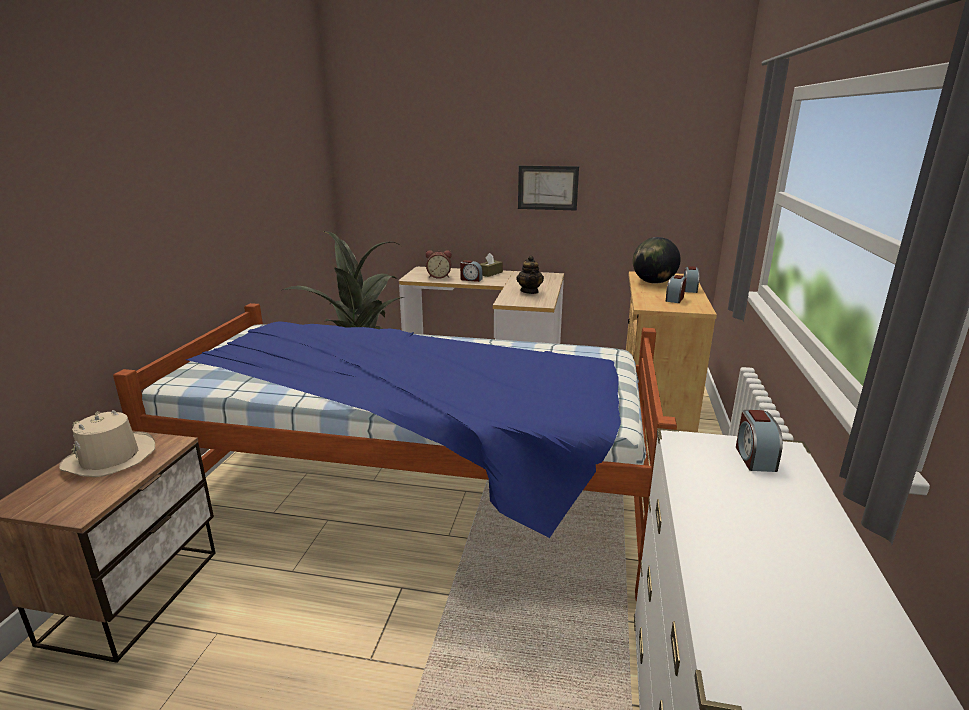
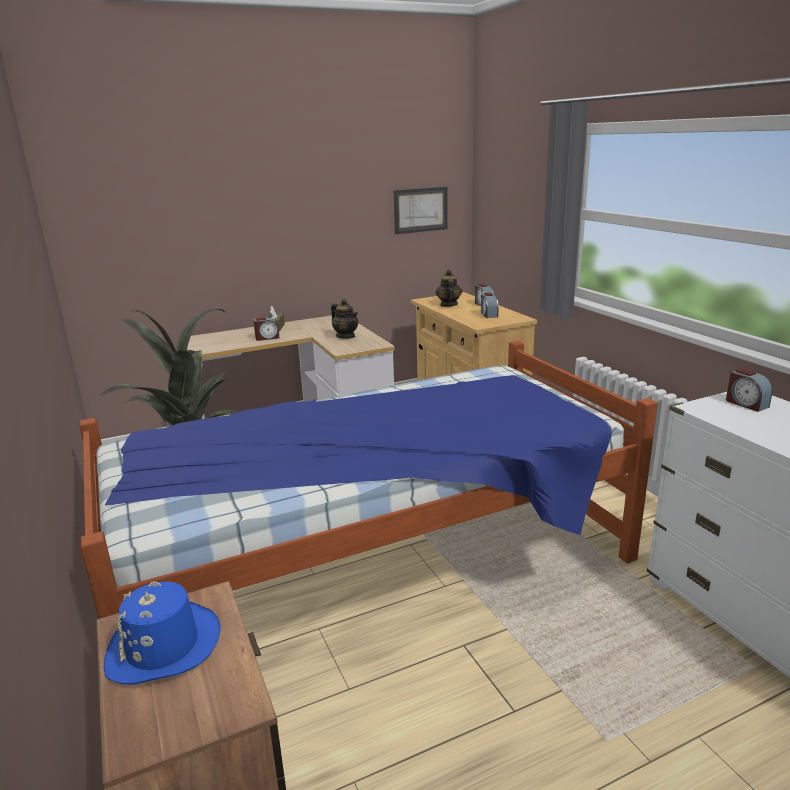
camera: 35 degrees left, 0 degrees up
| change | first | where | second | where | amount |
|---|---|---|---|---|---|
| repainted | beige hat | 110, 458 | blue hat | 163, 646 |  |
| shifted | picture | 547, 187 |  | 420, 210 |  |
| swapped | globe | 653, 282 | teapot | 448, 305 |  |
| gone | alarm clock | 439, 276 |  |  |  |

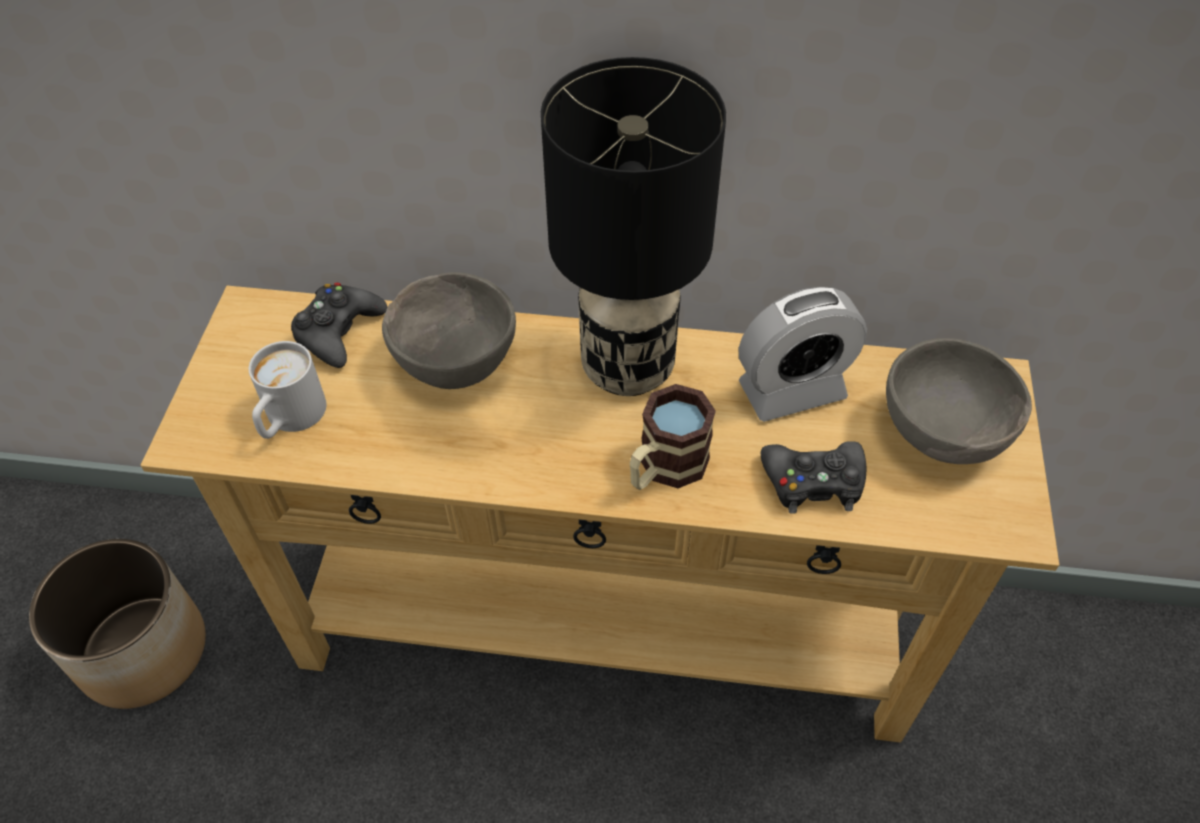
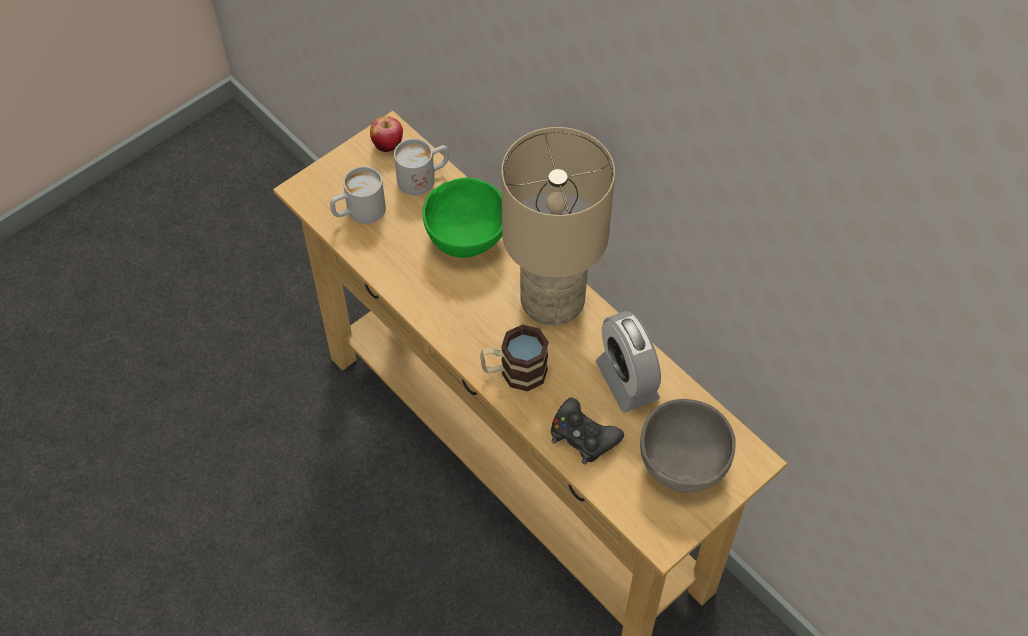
camera: 40 degrees right, 5 degrees up
| change | first | where | second | where | amount |
|---|---|---|---|---|---|
| new |  |  | apple | 388, 145 |  |
| swapped | black game controller | 339, 332 | white mug | 424, 178 |  |
| repainted | grey bowl | 456, 361 | green bowl | 467, 237 |  |
| repainted | black table lamp | 630, 367 | beige table lamp | 553, 304 |  |
| rotated | alarm clock | 792, 390 |  | 627, 380 | 45 degrees clockwise |
| gone | planter | 143, 650 |  |  |  |

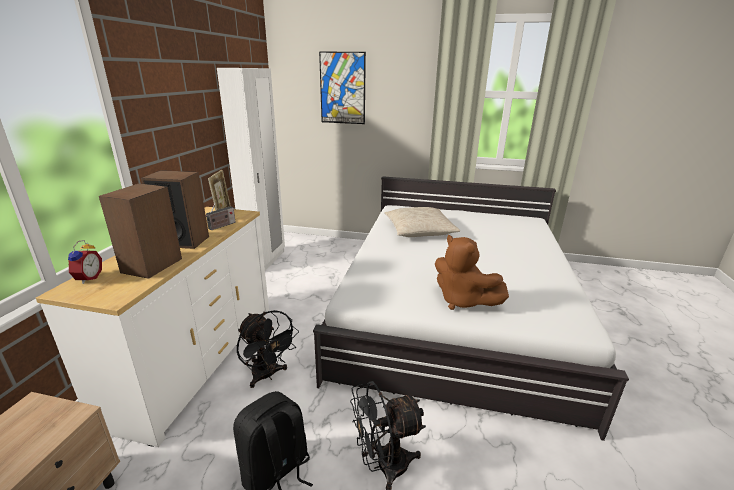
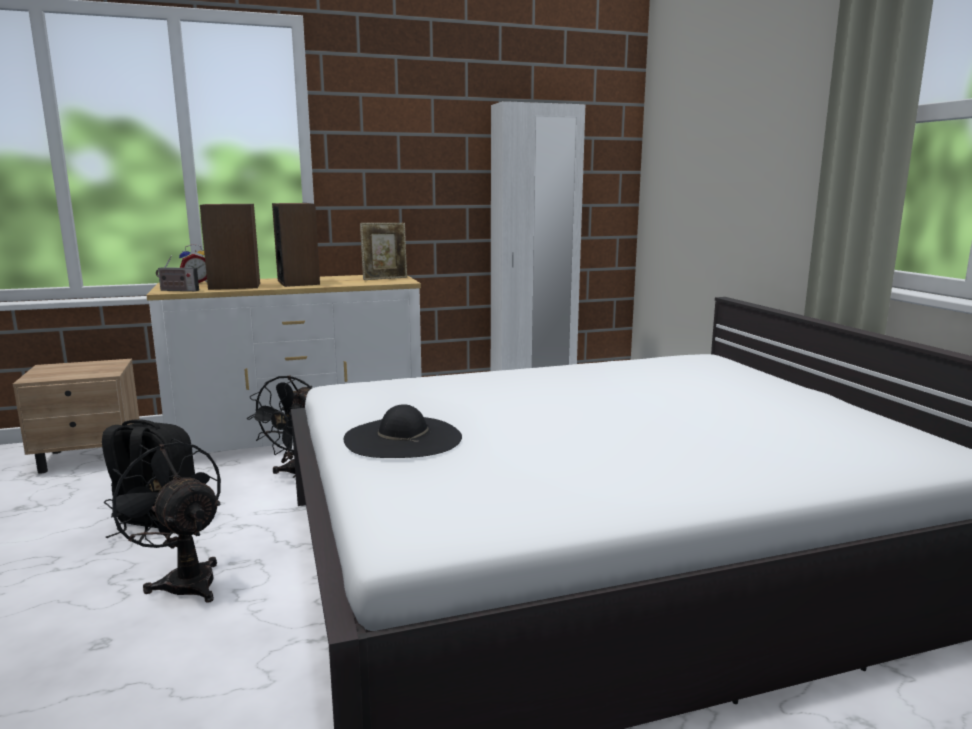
camera: 60 degrees right, 10 degrees down
| change | first | where | second | where | amount |
|---|---|---|---|---|---|
| shifted | radio | 221, 226 |  | 177, 290 |  |
| swapped | brown plush toy | 462, 301 | black hat | 403, 438 |  |
| gone | picture | 342, 88 |  |  |  |
| gone | beige pillow | 419, 230 |  |  |  |

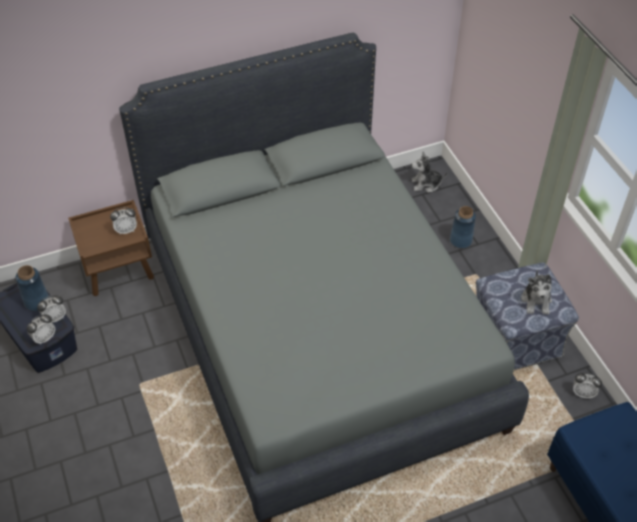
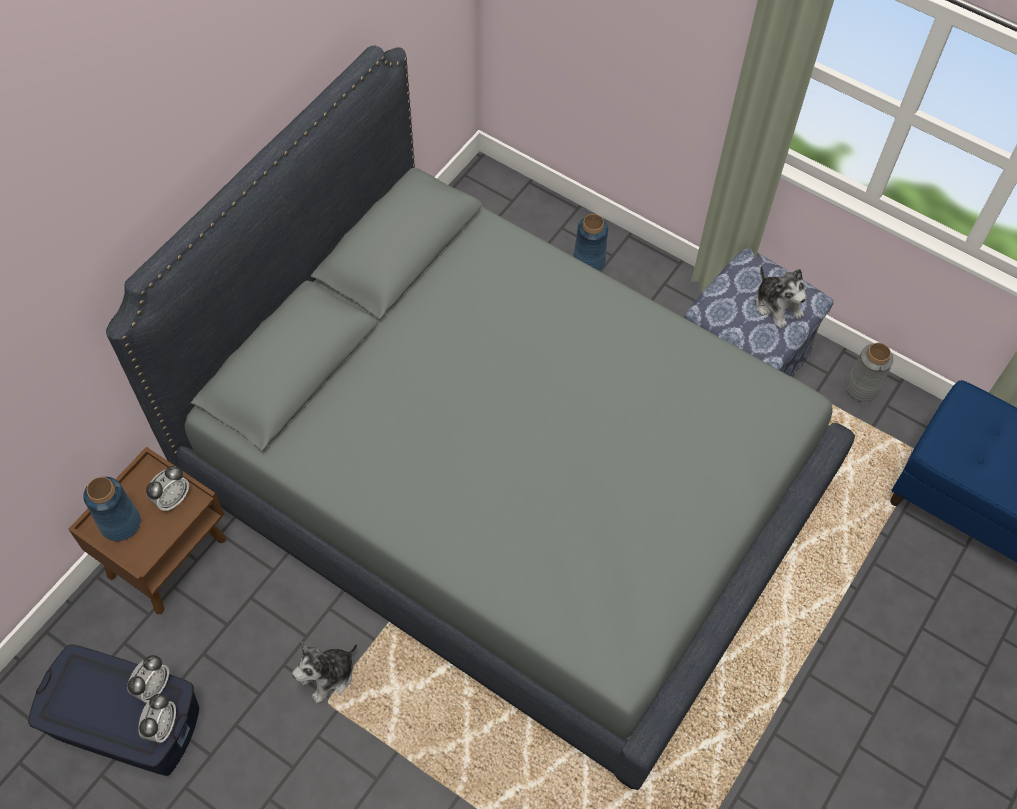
camera: 35 degrees left, 10 degrees up
| change | first | where | second | where | amount |
|---|---|---|---|---|---|
| shifted | blue vase | 36, 302 |  | 120, 523 |  |
| shifted | plush toy | 426, 184 |  | 328, 676 |  |
| swapped | alarm clock | 583, 393 | grey vase | 861, 387 |  |

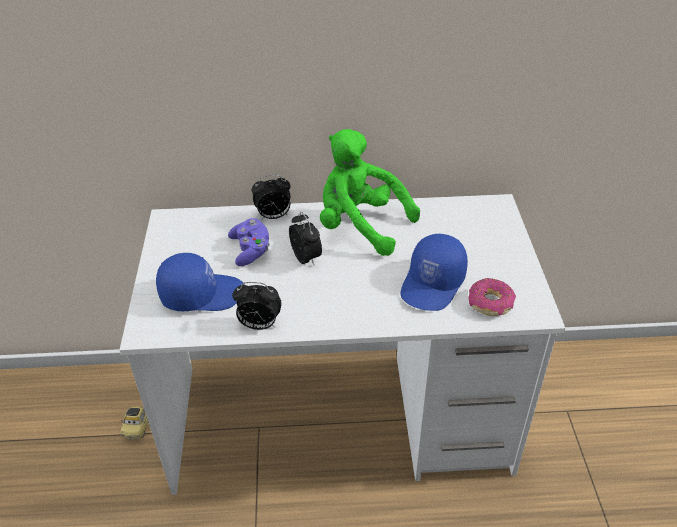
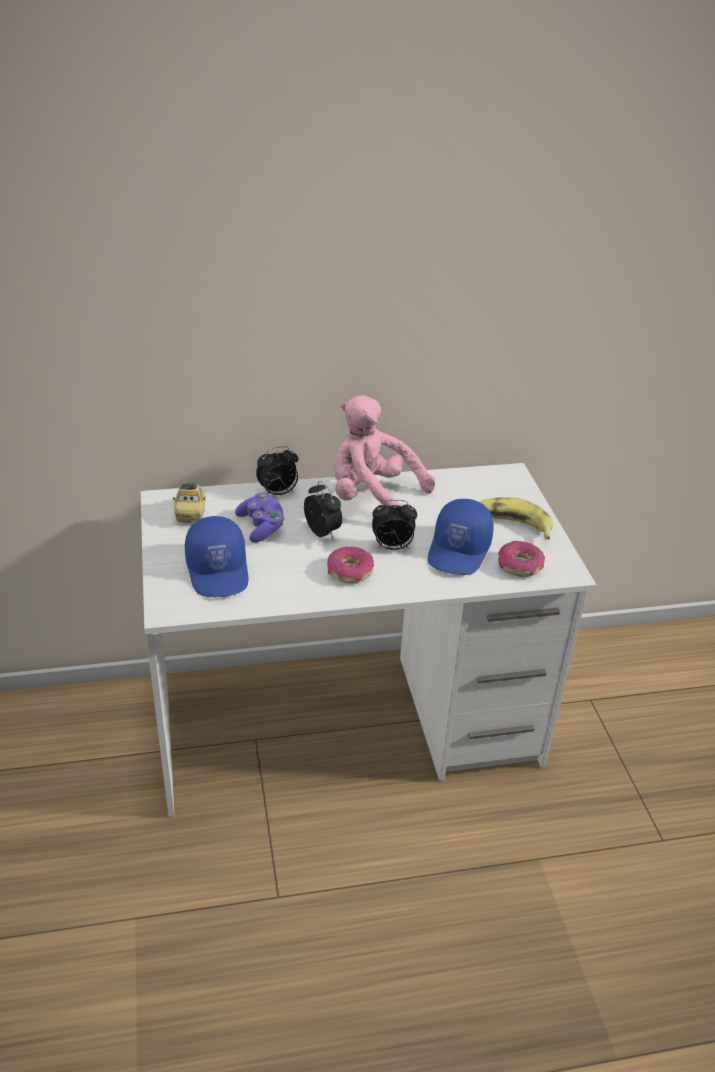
camera: 10 degrees left, 5 degrees down
| change | first | where | second | where | amount |
|---|---|---|---|---|---|
| shifted | toy car | 138, 427 |  | 190, 514 |  |
| rotated | blue cap | 201, 293 |  | 219, 570 | 90 degrees clockwise |
| new |  |  | donut | 349, 572 |  |
| repainted | green plush toy | 360, 226 | pink plush toy | 373, 499 |  |
| shifted | alarm clock | 259, 325 |  | 392, 547 |  |
| new |  |  | banana | 510, 525 |  |

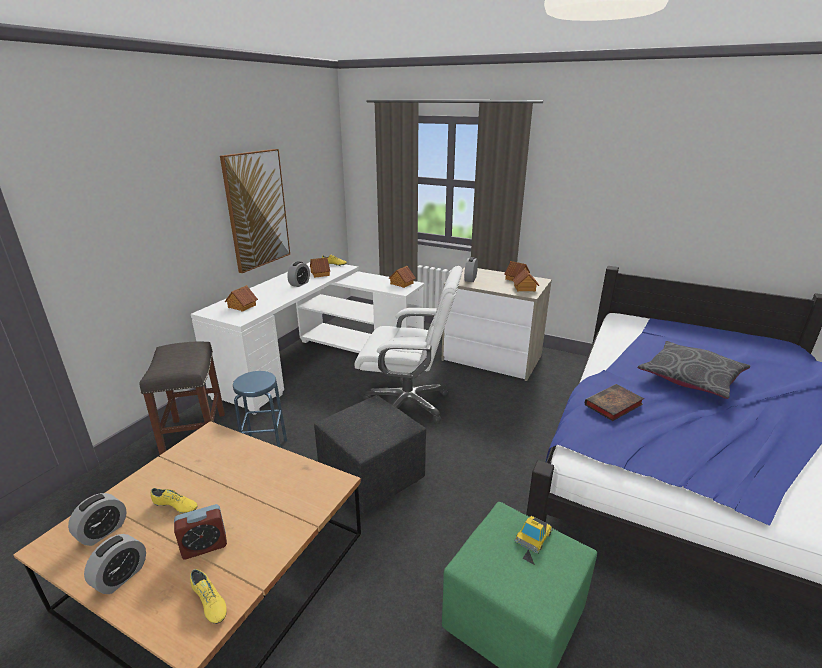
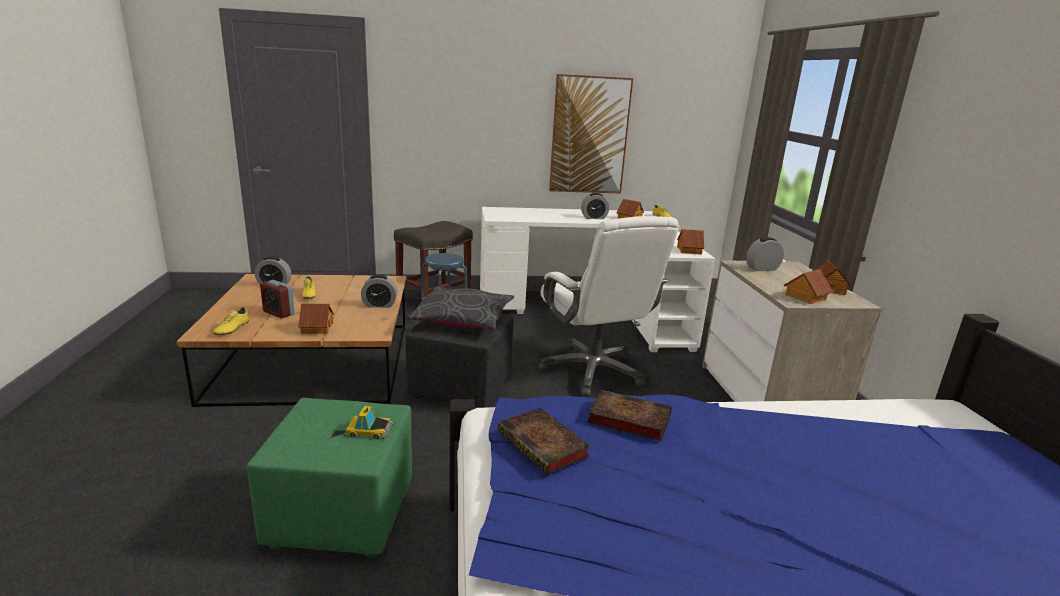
camera: 55 degrees right, 5 degrees down
| change | first | where | second | where | amount |
|---|---|---|---|---|---|
| shifted | toy house | 241, 306 |  | 316, 328 |  |
| shifted | alarm clock | 121, 577 |  | 379, 305 |  |
| shifted | grey pillow | 690, 377 |  | 462, 319 |  |
| new |  |  | book | 544, 445 |  |

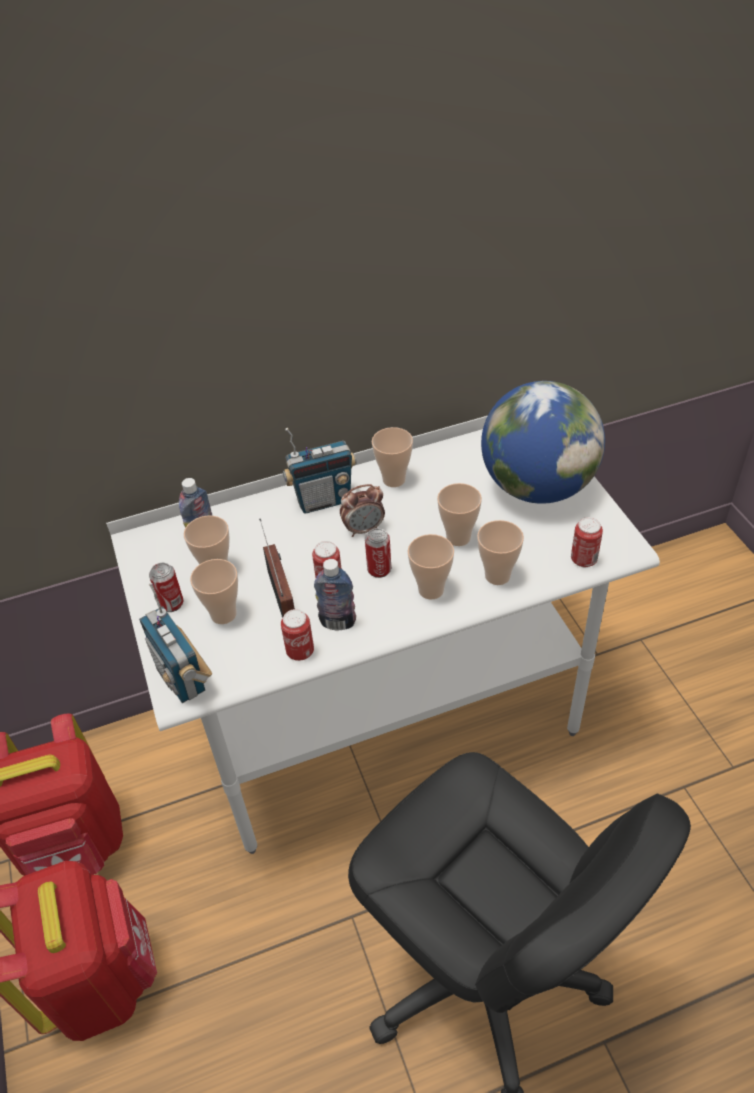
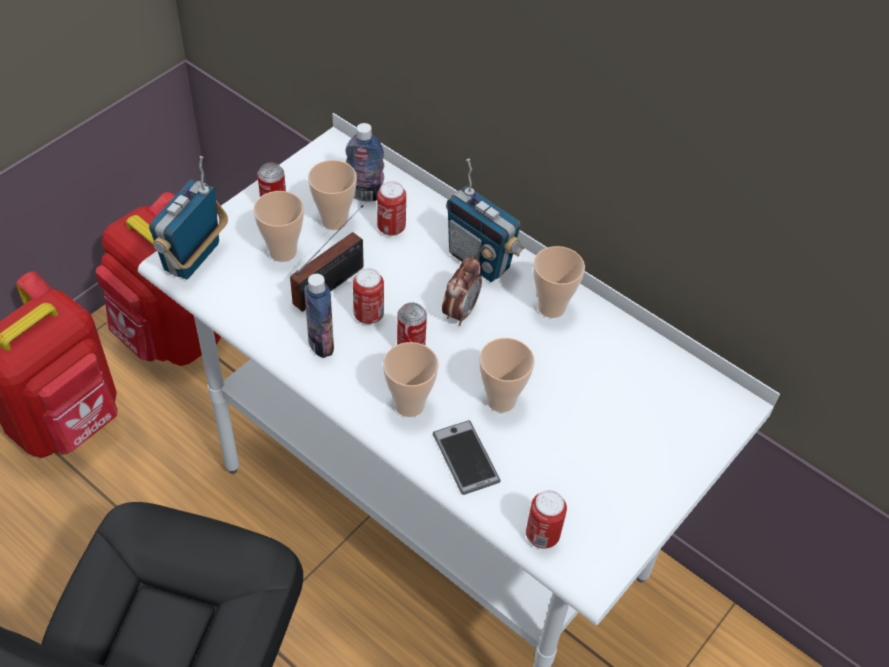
camera: 55 degrees right, 5 degrees up
| change | first | where | second | where | amount |
|---|---|---|---|---|---|
| shifted | can | 300, 651 |  | 391, 228 |  |
| swapped | cup | 497, 575 | phone | 466, 458 |  |
| rotated | alarm clock | 364, 529 |  | 460, 312 | 105 degrees counterclockwise |
| gone | globe | 537, 487 |  |  |  |

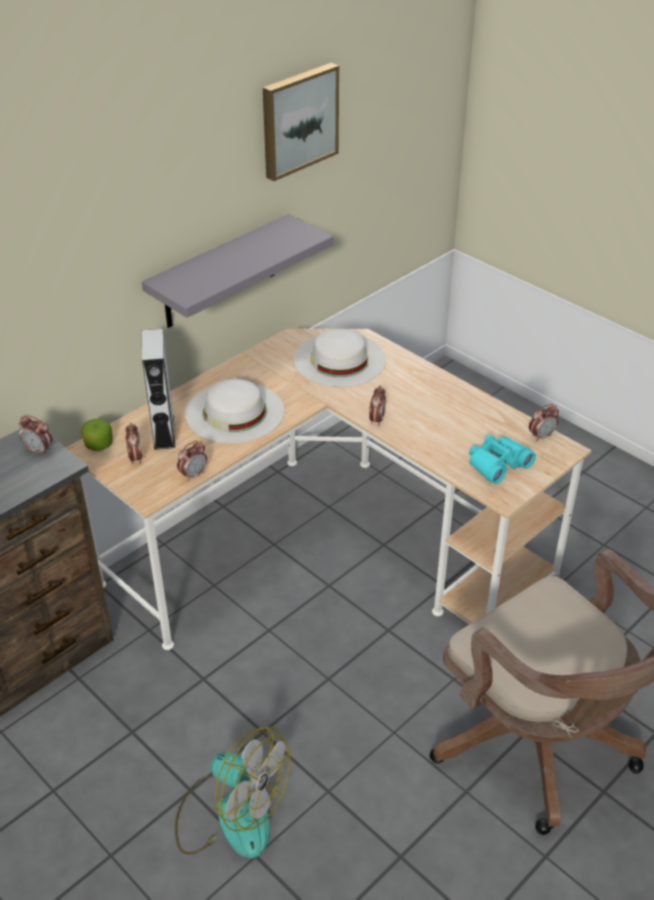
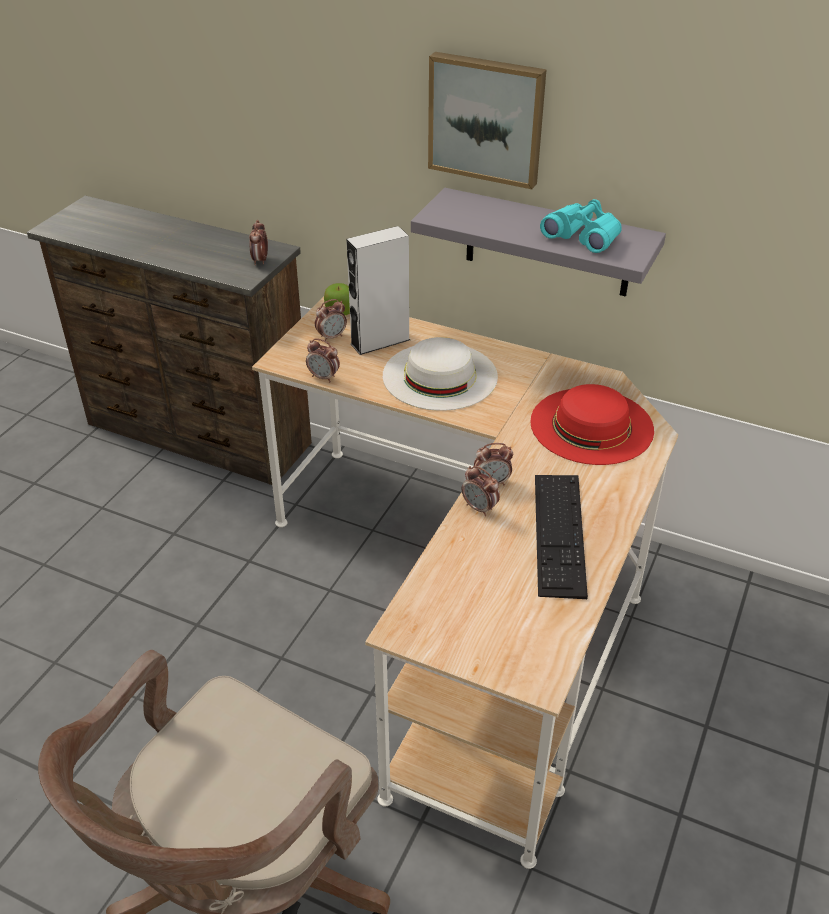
camera: 70 degrees right, 0 degrees up
| change | first | where | second | where | amount |
|---|---|---|---|---|---|
| shifted | picture | 298, 120 |  | 487, 118 |  |
| shifted | alarm clock | 541, 436 |  | 479, 508 |  |
| repainted | white hat | 339, 359 | red hat | 591, 425 |  |
| new |  |  | keyboard | 559, 533 |  |
| shifted | turquoise binoculars | 497, 464 |  | 583, 236 |  |
| gone | fan | 230, 814 |  |  |  |

